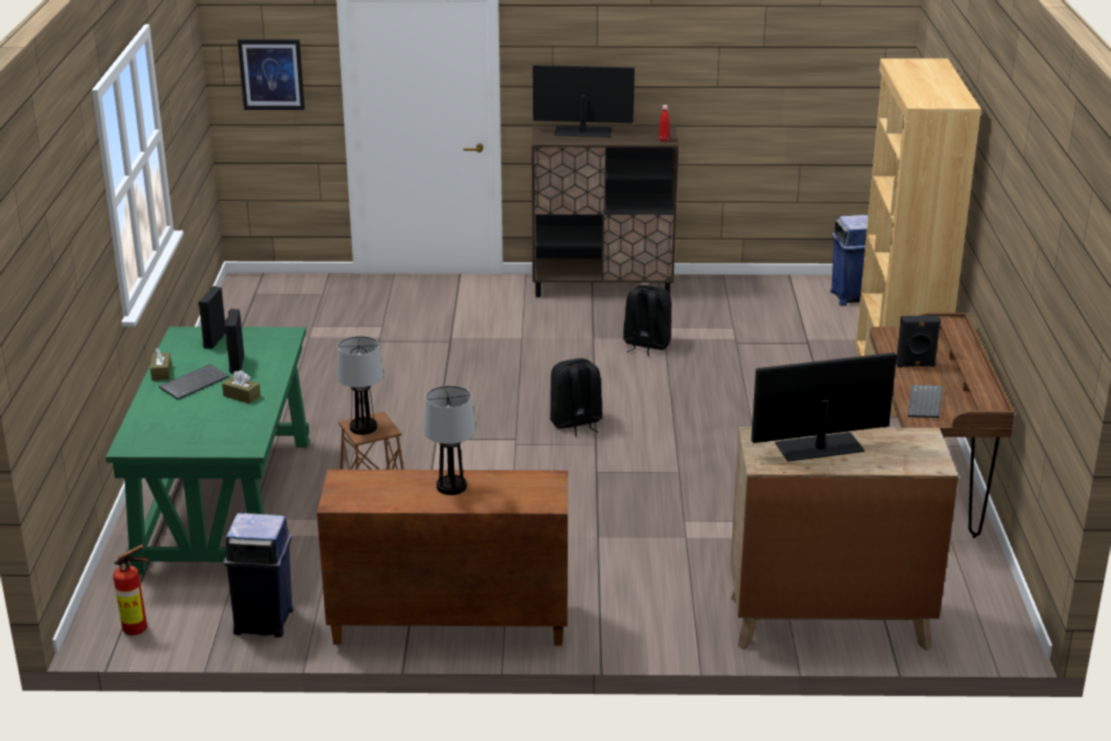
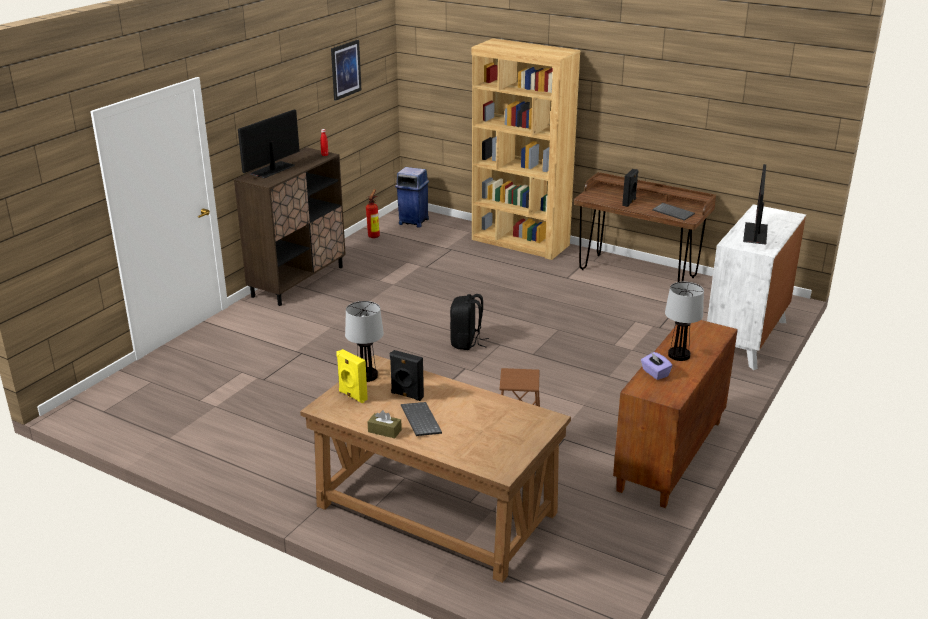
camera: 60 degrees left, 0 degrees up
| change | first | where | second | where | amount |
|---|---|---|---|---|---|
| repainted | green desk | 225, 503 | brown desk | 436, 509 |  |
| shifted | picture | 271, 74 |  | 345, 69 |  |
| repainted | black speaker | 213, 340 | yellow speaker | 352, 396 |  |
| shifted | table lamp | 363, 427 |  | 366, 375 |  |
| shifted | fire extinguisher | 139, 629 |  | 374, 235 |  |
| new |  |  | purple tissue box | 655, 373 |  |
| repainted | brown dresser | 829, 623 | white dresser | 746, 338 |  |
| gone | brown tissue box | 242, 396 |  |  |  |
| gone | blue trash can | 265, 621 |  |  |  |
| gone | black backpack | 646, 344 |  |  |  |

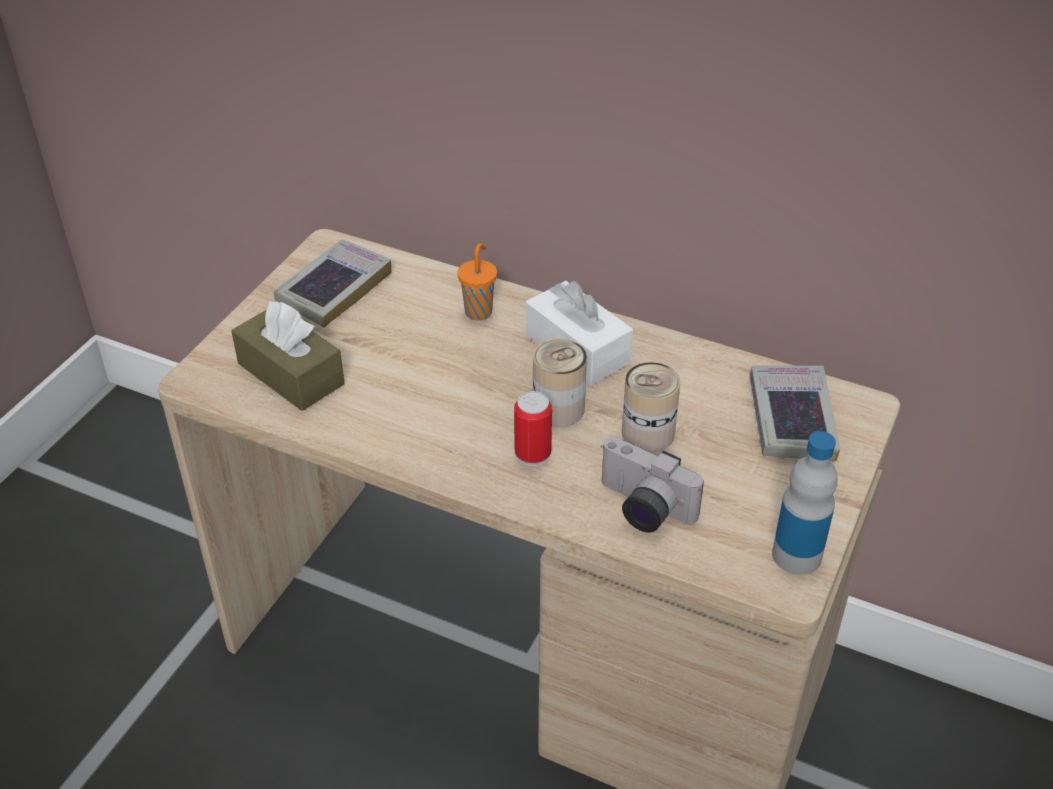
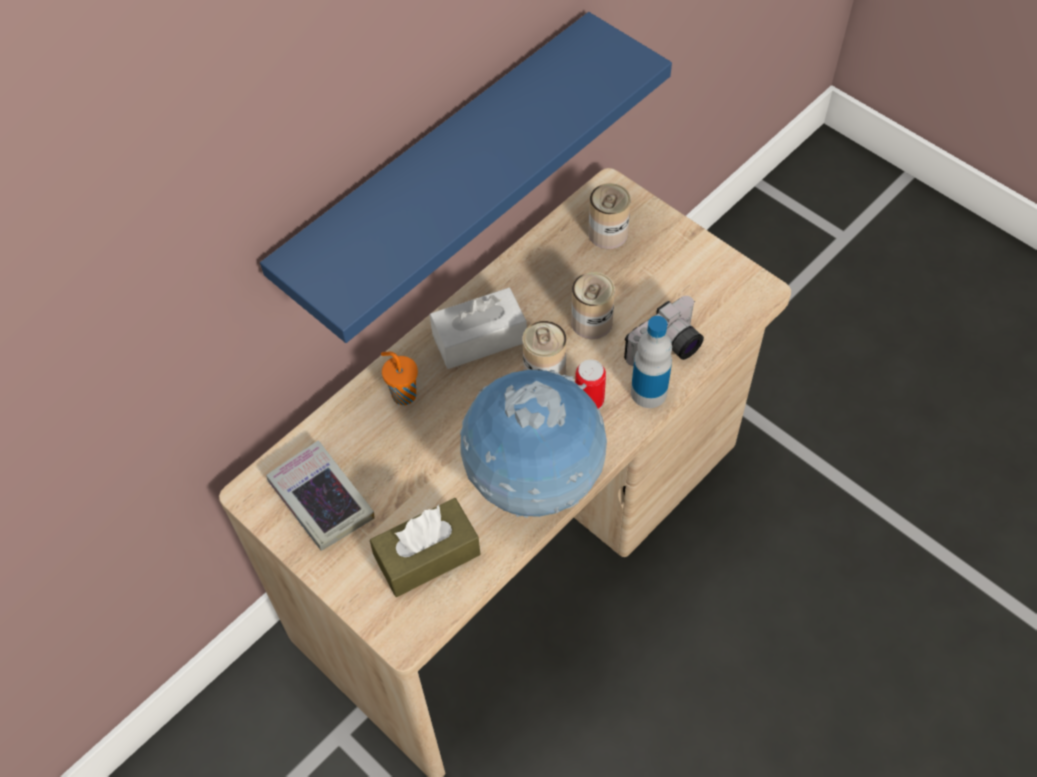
camera: 70 degrees left, 15 degrees up
| change | first | where | second | where | amount |
|---|---|---|---|---|---|
| new |  |  | blue shelf | 440, 170 |  |
| new |  |  | globe | 534, 481 |  |
| swapped | book | 791, 419 | can | 608, 233 |  |
| shifted | bottle | 796, 555 |  | 648, 392 |  |

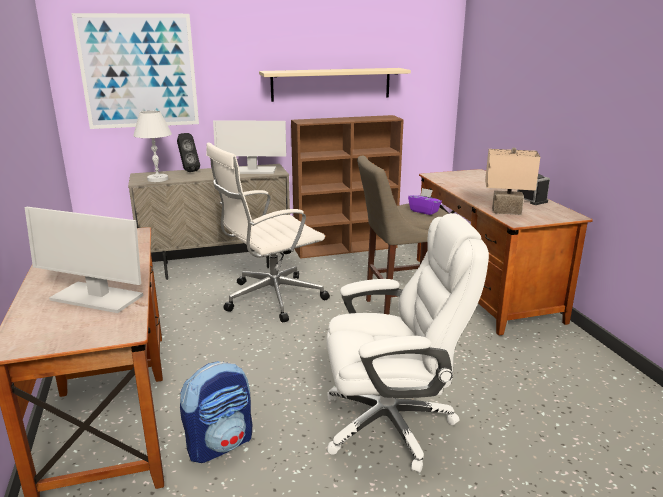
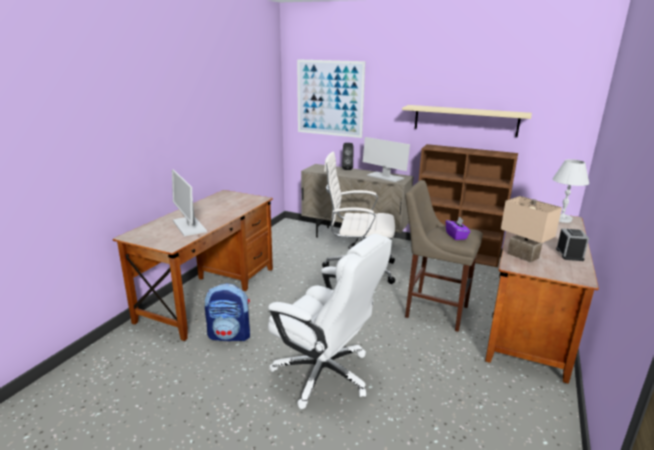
camera: 40 degrees right, 0 degrees up
| change | first | where | second | where | amount |
|---|---|---|---|---|---|
| shifted | white table lamp | 158, 179 |  | 562, 219 |  |

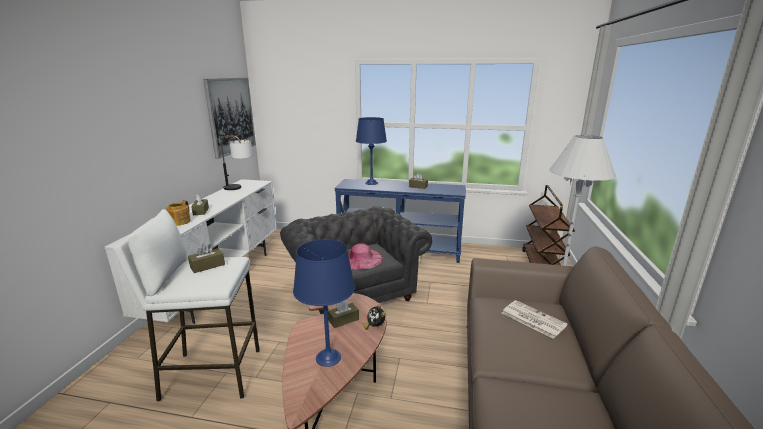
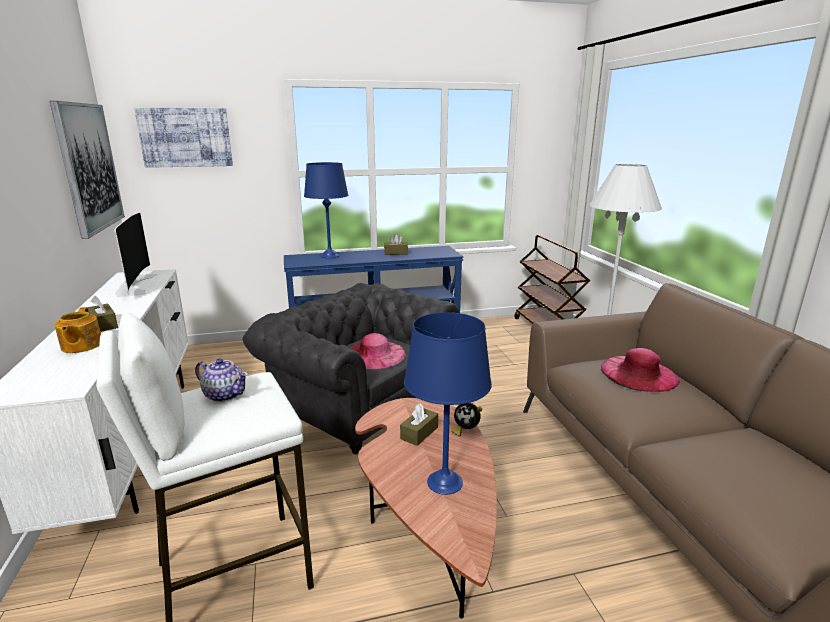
camera: 25 degrees left, 0 degrees up
| change | first | where | second | where | amount |
|---|---|---|---|---|---|
| swapped | table lamp | 240, 188 | television | 133, 284 |  |
| new |  |  | picture | 185, 137 |  |
| swapped | brown tissue box | 207, 266 | teapot | 224, 394 |  |
| swapped | newspaper | 532, 319 | pink hat | 639, 373 |  |

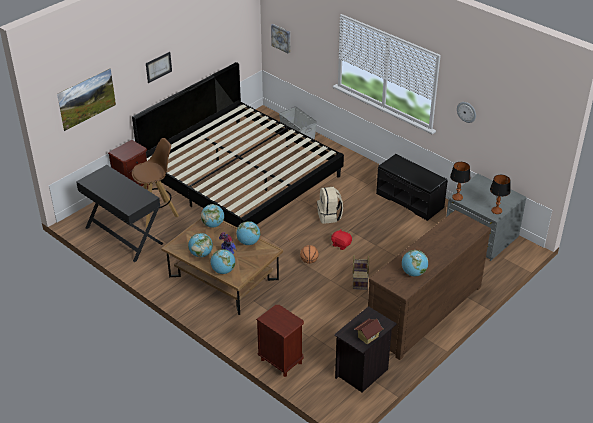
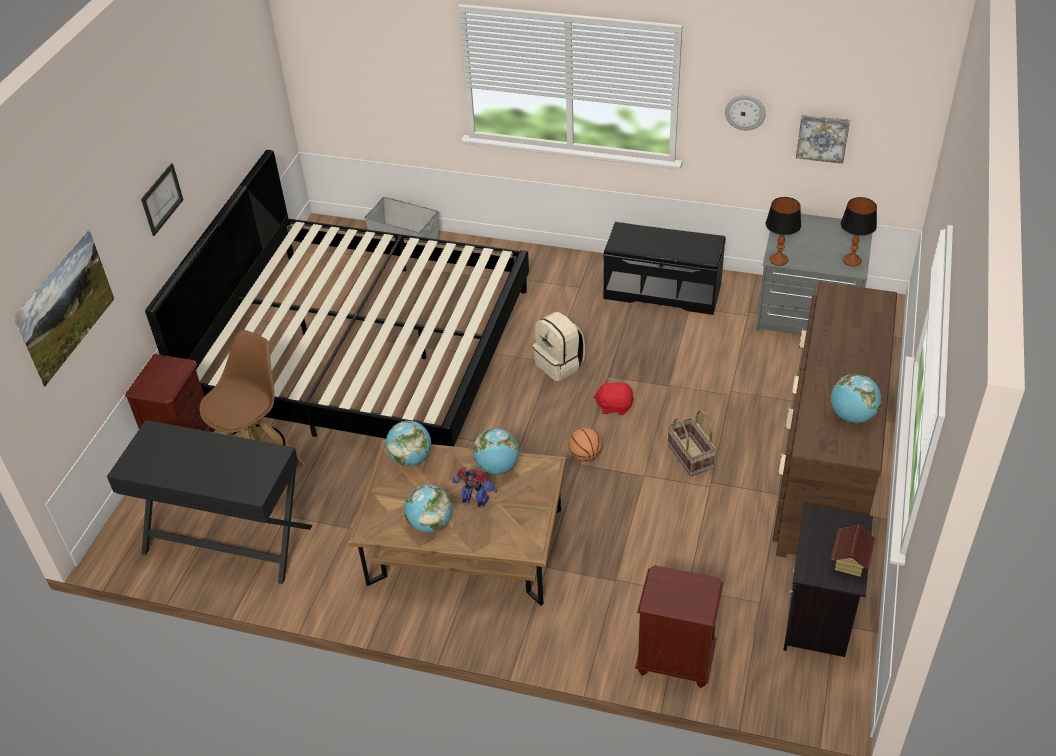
camera: 25 degrees left, 5 degrees up
| change | first | where | second | where | amount |
|---|---|---|---|---|---|
| shifted | picture | 281, 38 |  | 822, 137 |  |
| gone | globe | 223, 271 |  |  |  |

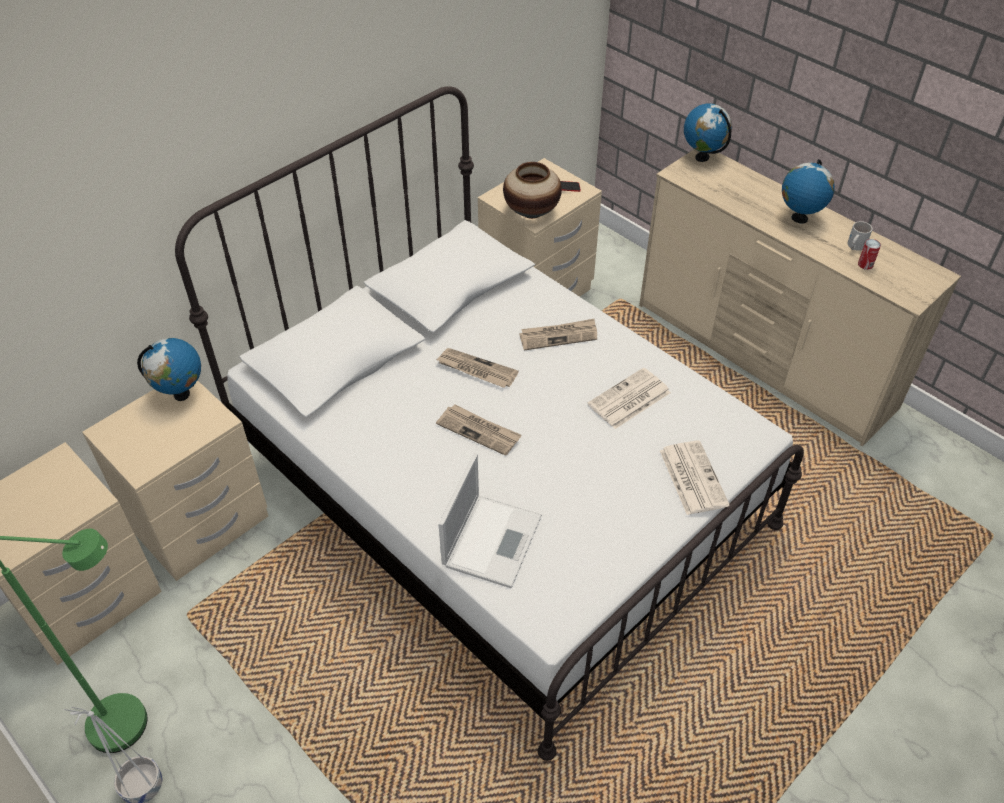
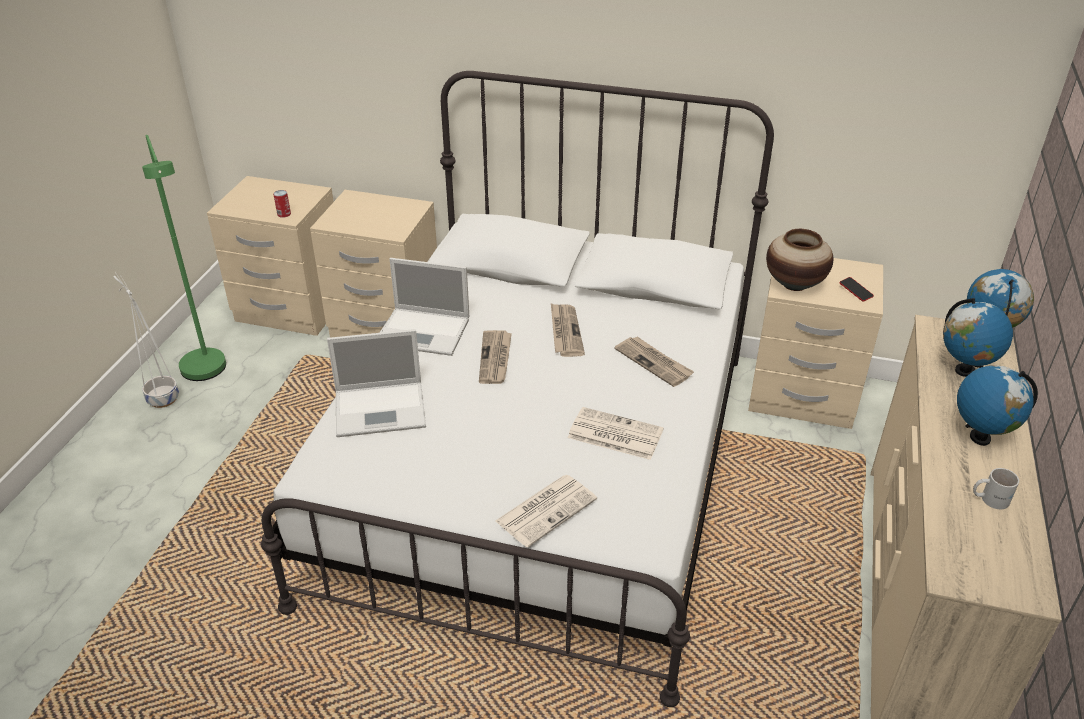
camera: 60 degrees right, 10 degrees down
| change | first | where | second | where | amount |
|---|---|---|---|---|---|
| shifted | can | 865, 264 |  | 284, 214 |  |
| new |  |  | laptop | 425, 332 |  |
| shifted | globe | 181, 394 |  | 964, 370 |  |

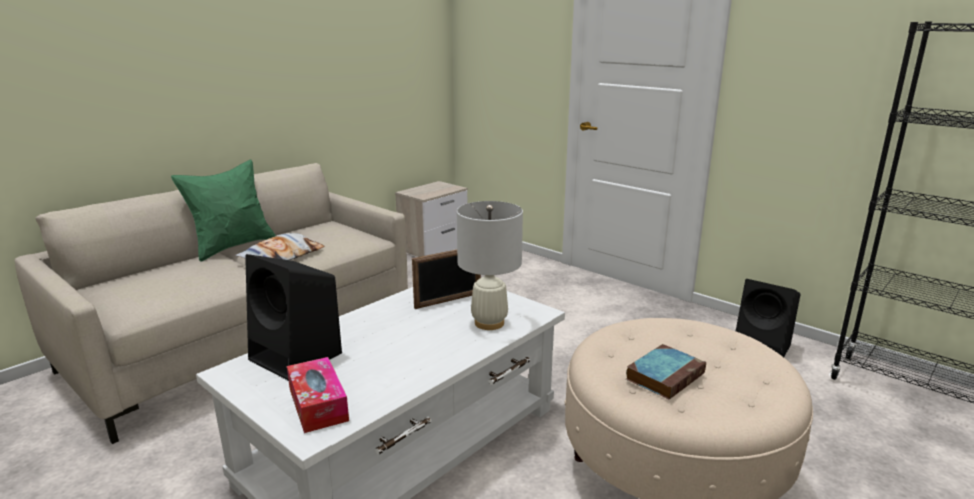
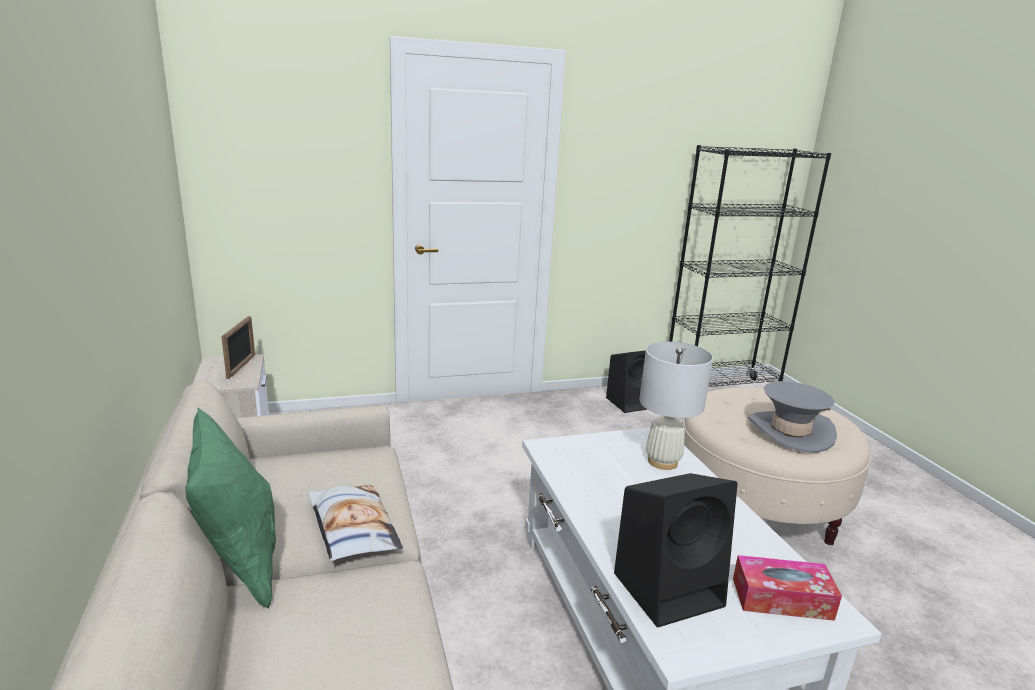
camera: 60 degrees left, 0 degrees up
| change | first | where | second | where | amount |
|---|---|---|---|---|---|
| shifted | picture frame | 448, 300 |  | 241, 366 |  |
| swapped | book | 665, 375 | grey hat | 790, 431 |  |

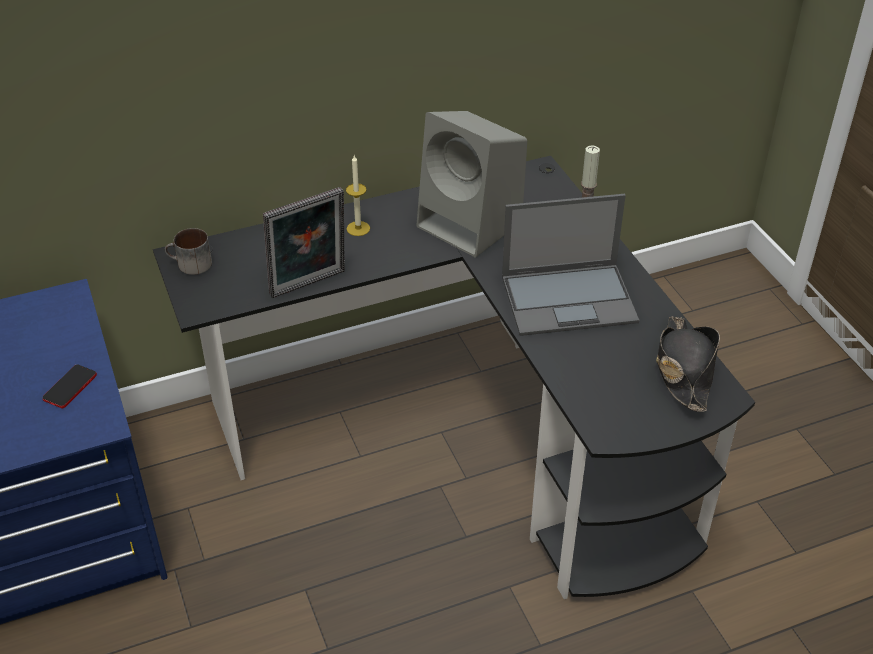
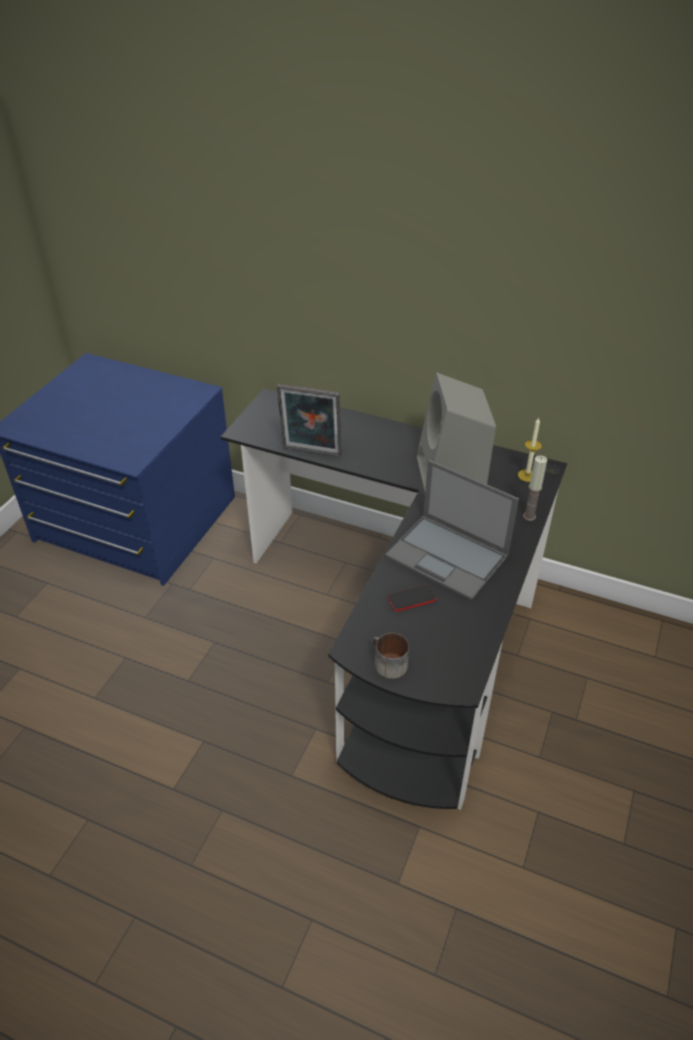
camera: 45 degrees right, 0 degrees up
| change | first | where | second | where | amount |
|---|---|---|---|---|---|
| shifted | mug | 190, 265 |  | 386, 663 |  |
| shifted | phone | 70, 387 |  | 411, 598 |  |
| shifted | candle | 358, 228 |  | 527, 475 |  |
| gone | black hat | 684, 369 |  |  |  |

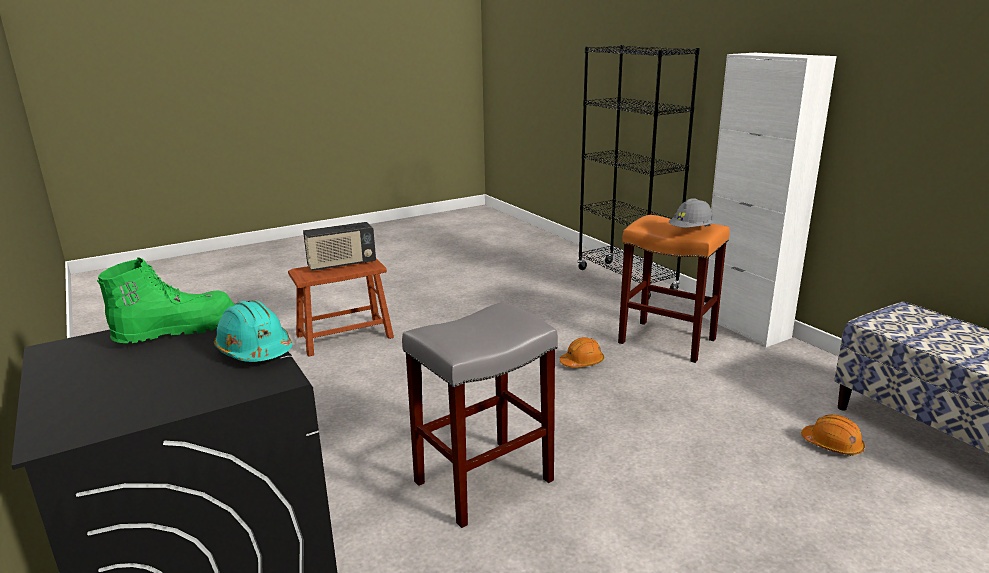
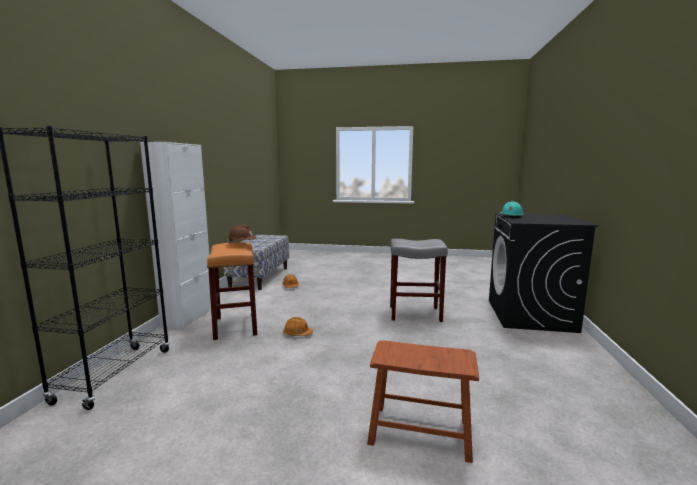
camera: 140 degrees left, 10 degrees down
| change | first | where | second | where | amount |
|---|---|---|---|---|---|
| repainted | grey hard hat | 691, 230 | brown hard hat | 242, 243 |  |
| gone | green boot | 177, 330 |  |  |  |
| gone | radio | 341, 264 |  |  |  |

